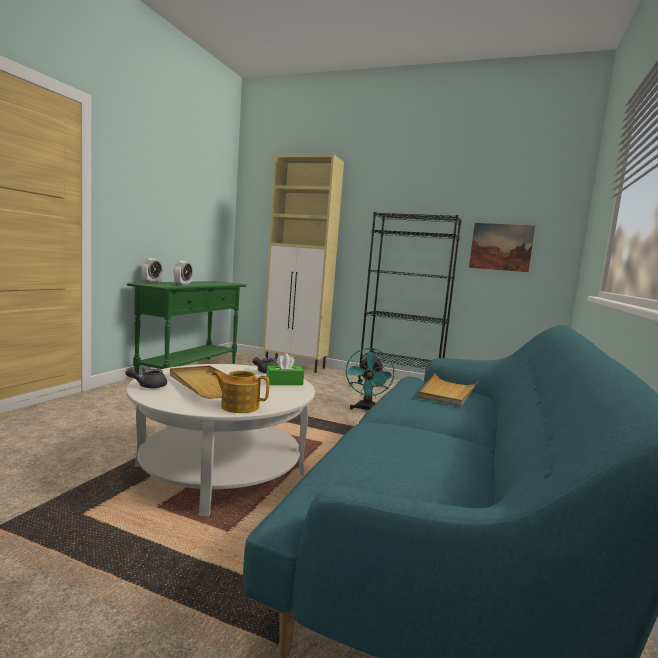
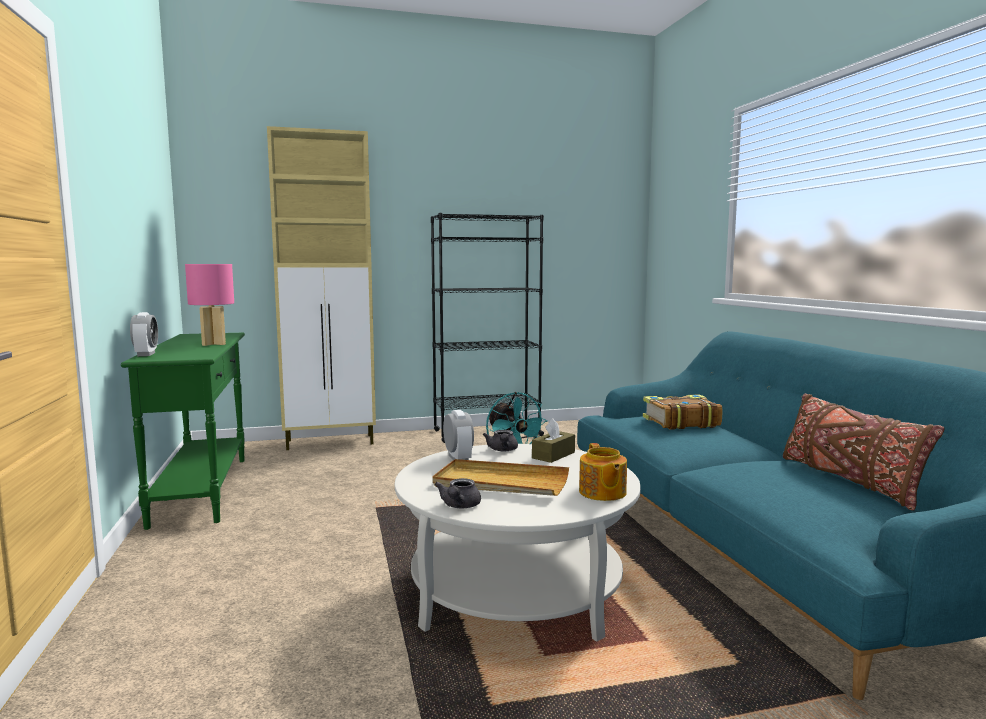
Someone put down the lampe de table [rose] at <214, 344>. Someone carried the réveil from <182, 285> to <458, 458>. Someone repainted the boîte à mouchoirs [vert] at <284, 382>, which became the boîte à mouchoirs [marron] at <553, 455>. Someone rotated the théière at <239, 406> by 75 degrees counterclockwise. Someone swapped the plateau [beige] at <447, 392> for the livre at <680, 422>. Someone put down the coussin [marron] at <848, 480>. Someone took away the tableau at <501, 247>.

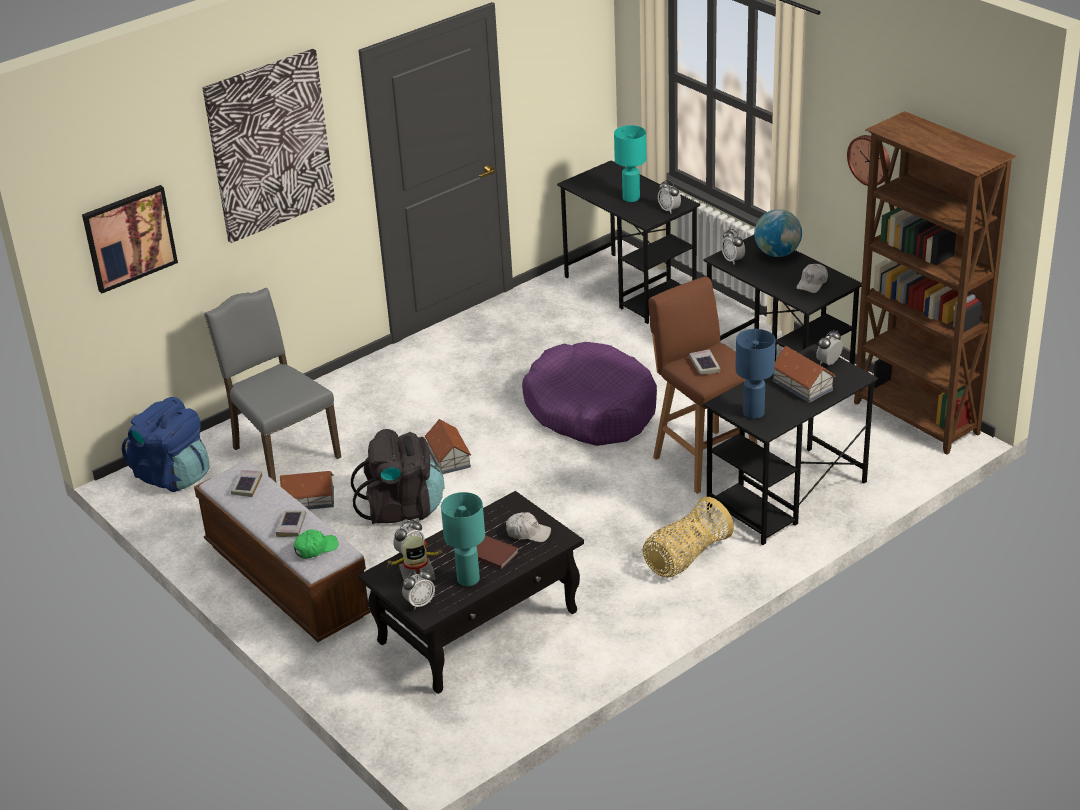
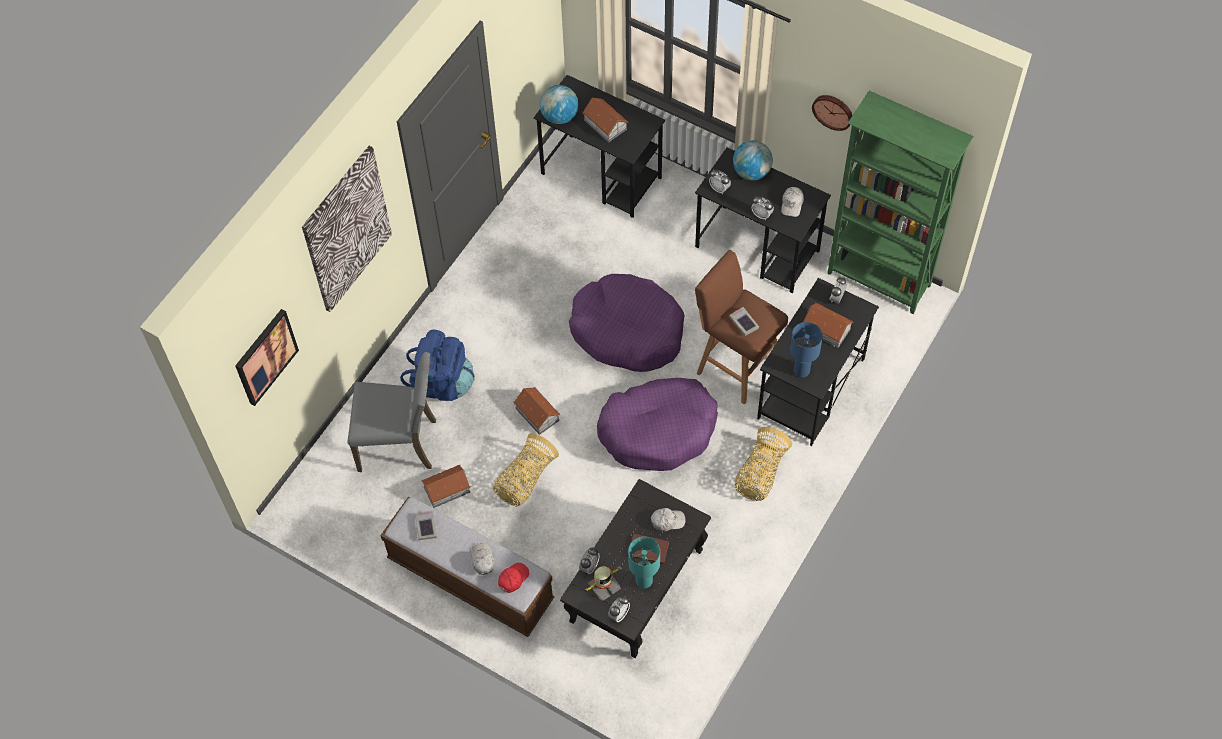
Someone rotated the chaise [gris] at <282, 452> by 150 degrees clockwise. Someone carried the sac à dos [bleu] from <173, 475> to <442, 383>. Someone swapped the livre at <291, 526> for the casquette [blanc] at <483, 560>. Someone swapped the sac à dos [noir] at <402, 508> for the panier at <525, 479>. Someone repainted the casquette [vert] at <315, 548>, which became the casquette [rouge] at <513, 579>. Someone put down the globe at <559, 116>. Someone swapped the lampe de table [turquoise] at <631, 198> for the maison miniature at <605, 124>. Someone put down the panier pour chien [violet] at <658, 430>. Someone carried the réveil from <669, 210> to <761, 215>. Someone repainted the bibliothèque [marron] at <916, 419>, which became the bibliothèque [vert] at <879, 280>.

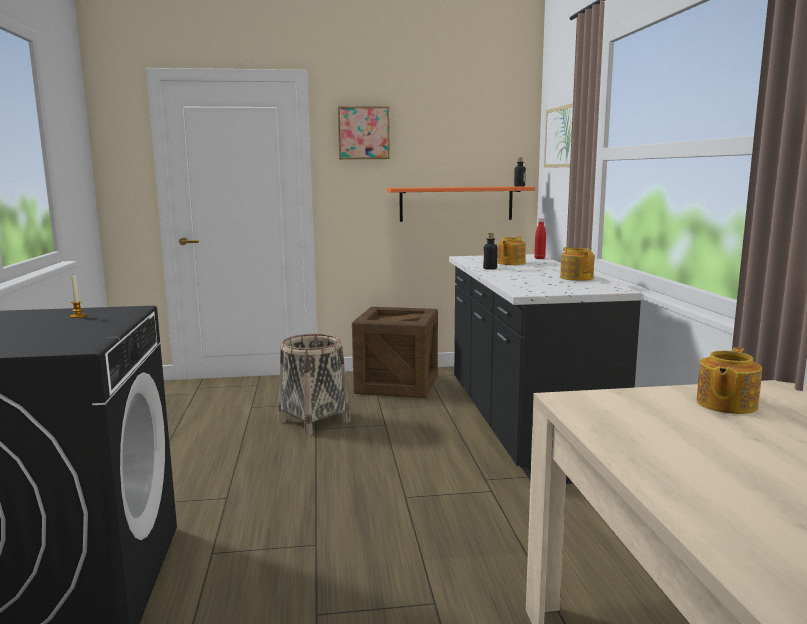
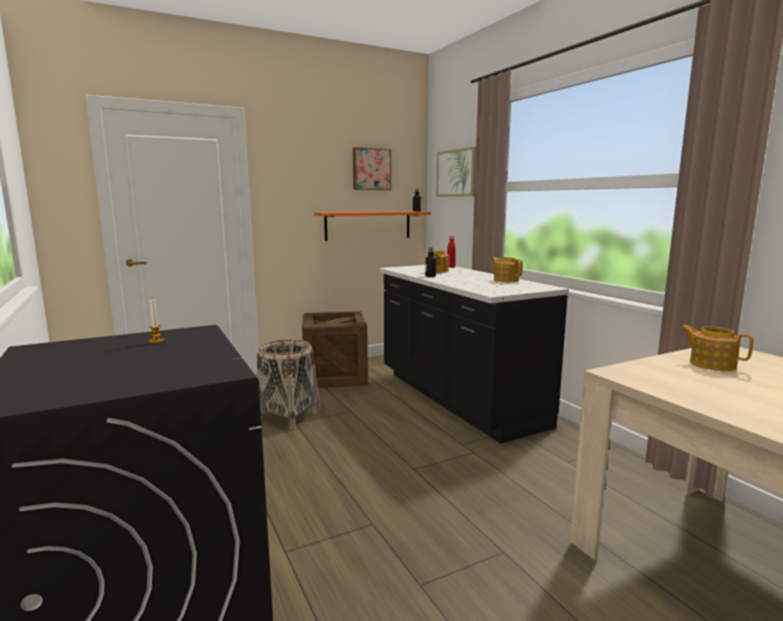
Someone carried the tableau from <363, 133> to <371, 169>. Someone rotated the théière at <725, 404> by 120 degrees clockwise.

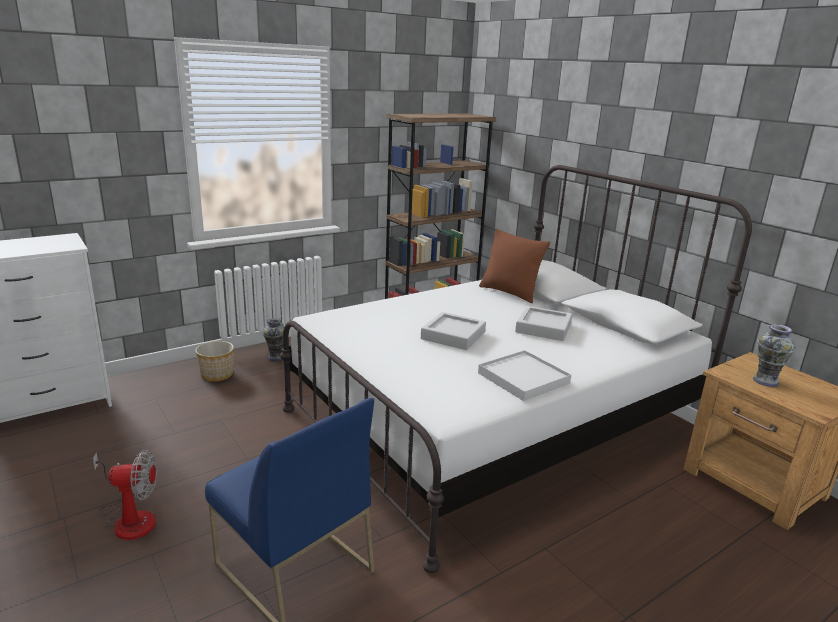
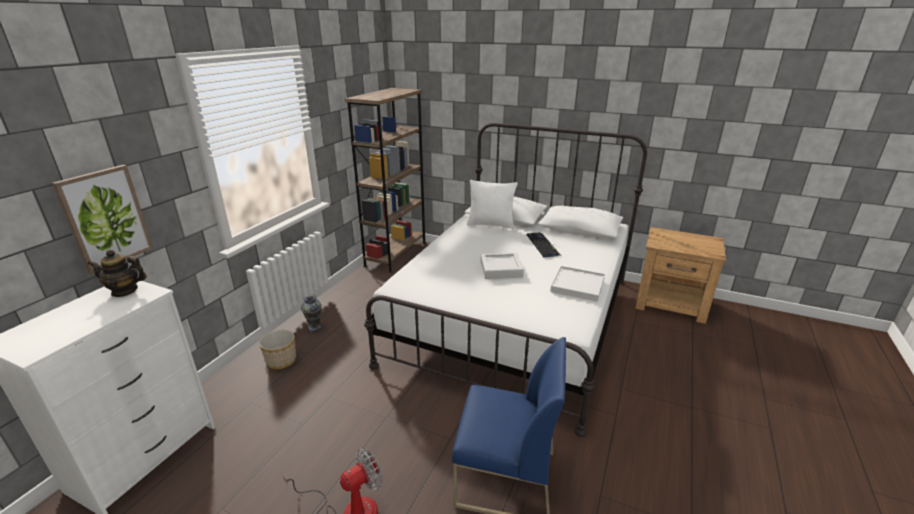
Someone put up the tableau at <105, 218>. Someone put down the théière at <124, 291>. Someone repainted the coussin [marron] at <509, 293>, which became the coussin [blanc] at <490, 224>. Someone swapped the plateau [gris] at <543, 328> for the clavier at <542, 245>. Someone took away the vase at <765, 381>.

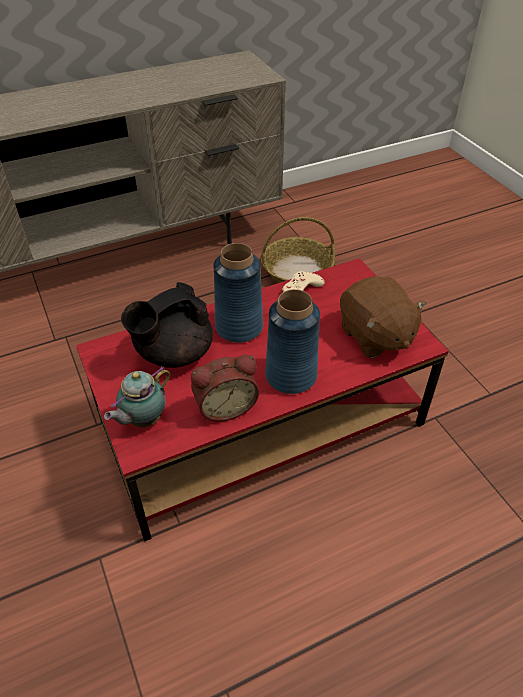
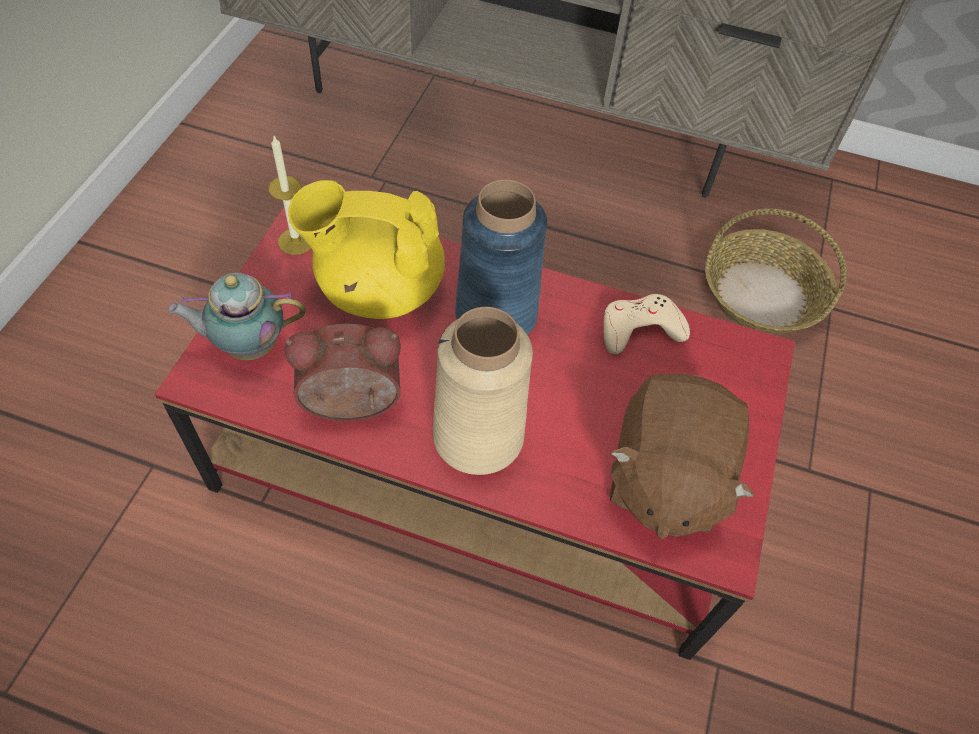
Someone put down the bougie at <296, 241>. Someone rotated the réveil at <225, 406> by 150 degrees clockwise. Someone repainted the théière [noir] at <173, 353>, which became the théière [jaune] at <378, 287>. Someone repainted the vase [bleu] at <291, 375>, which became the vase [beige] at <478, 437>.

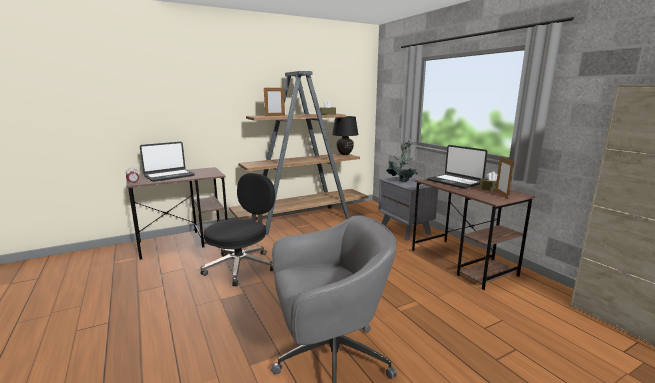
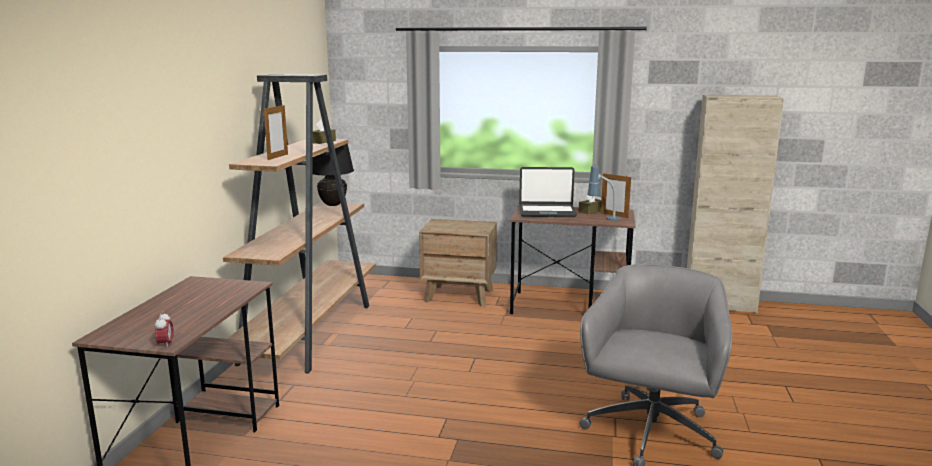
Someone repainted the table de chevet [gris] at <405, 230>, which became the table de chevet [marron] at <459, 295>. Someone put down the lampe de table at <603, 218>. Someone took away the ordinateur portable at <169, 176>. Someone took away the chaise de bureau [noir] at <241, 266>. Someone took away the plante en pot at <402, 181>.

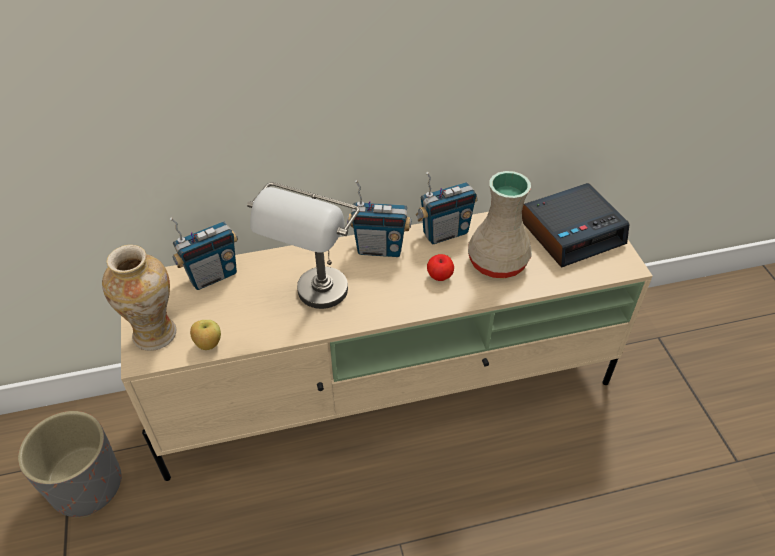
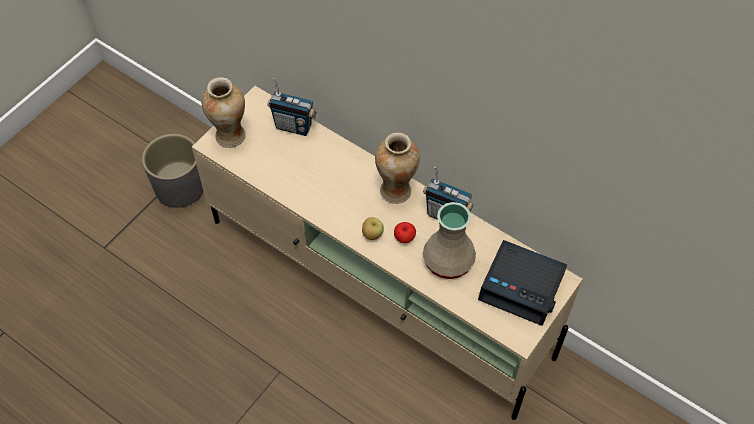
Someone carried the pomme from <208, 344> to <372, 235>. Someone swapped the radio at <379, 249> for the vase at <396, 190>. Someone took away the lampe de table [gris] at <316, 302>.

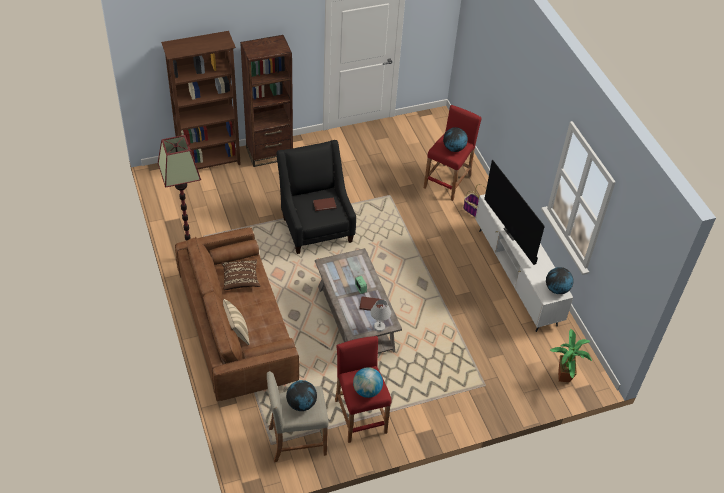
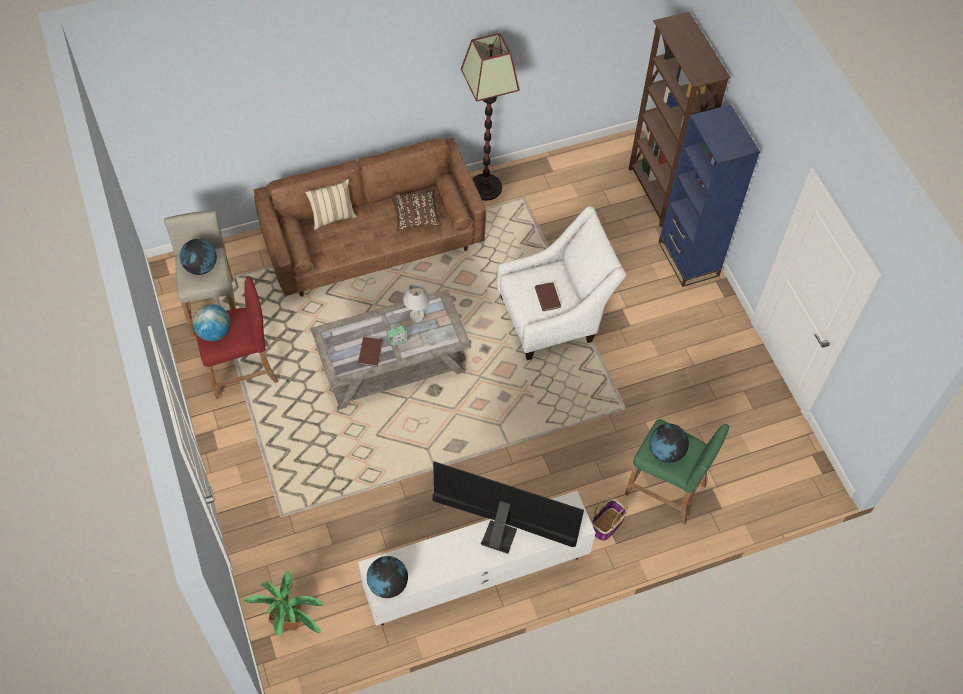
Someone carried the lampe de table [blanc] from <379, 327> to <417, 316>. Someone rotated the téléviseur at <513, 232> by 45 degrees clockwise. Someone repainted the fauteuil [noir] at <316, 226>, which became the fauteuil [blanc] at <553, 317>. Someone repainted the tabouret [rouge] at <448, 182>, which became the tabouret [vert] at <665, 489>. Someone repainted the bibliothèque [marron] at <269, 153>, which became the bibliothèque [bleu] at <688, 259>.

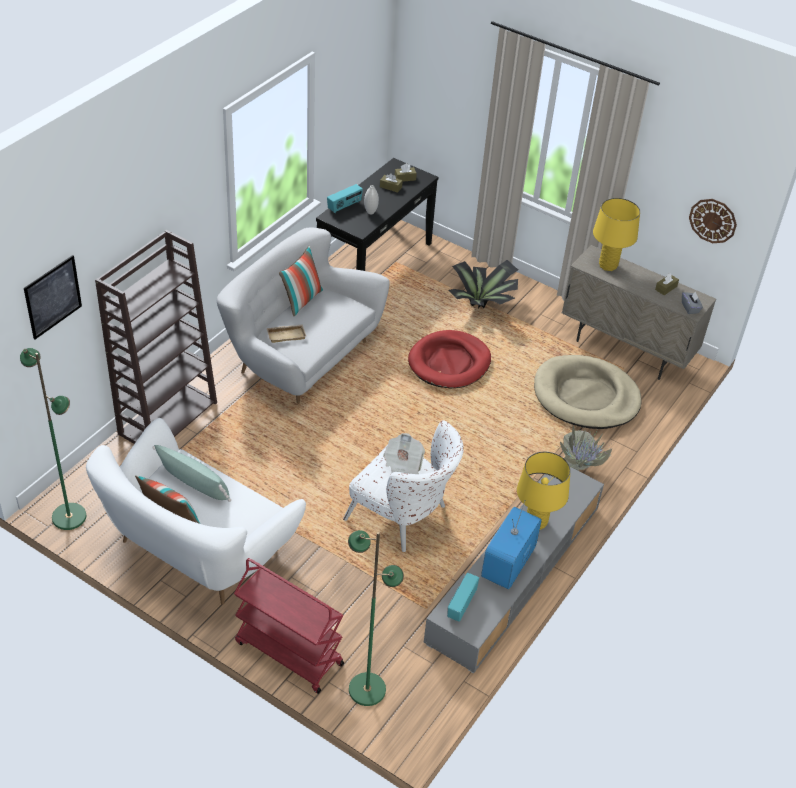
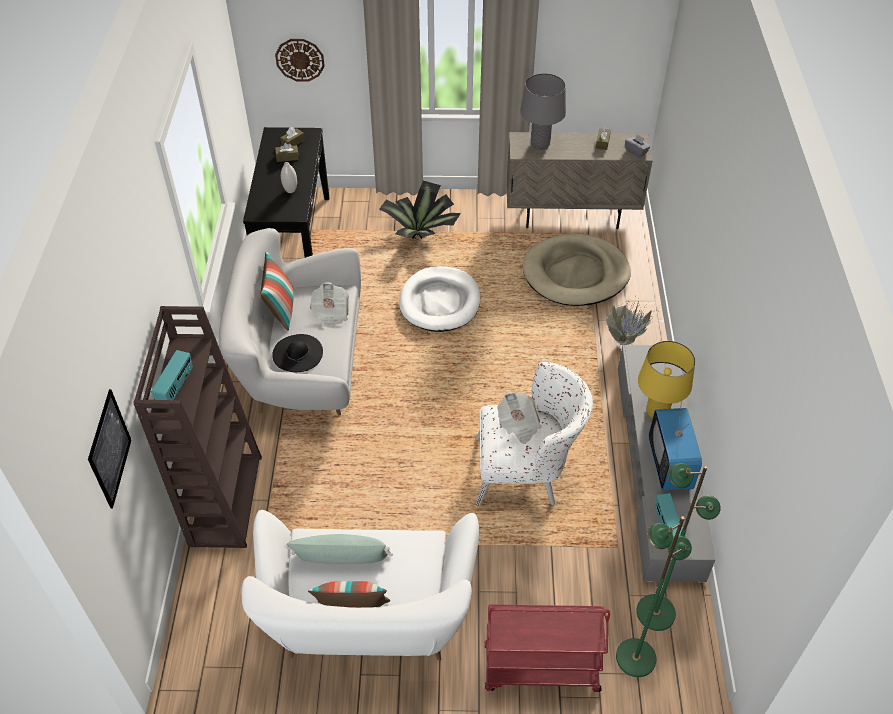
Someone carried the radio from <344, 206> to <176, 387>. Someone swapped the plateau [beige] at <286, 335> for the chapeau [noir] at <297, 353>. Someone carried the horloge murale from <713, 220> to <300, 59>. Someone put down the journal at <330, 314>. Someone repainted the panier pour chien [rouge] at <449, 362>, which became the panier pour chien [blanc] at <440, 302>. Someone repainted the lampe de table [jaune] at <608, 266>, which became the lampe de table [gris] at <540, 144>. Someone carried the lampadaire [vert] from <69, 516> to <655, 612>.

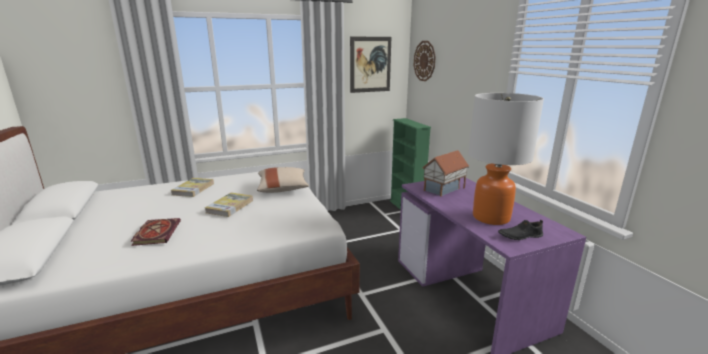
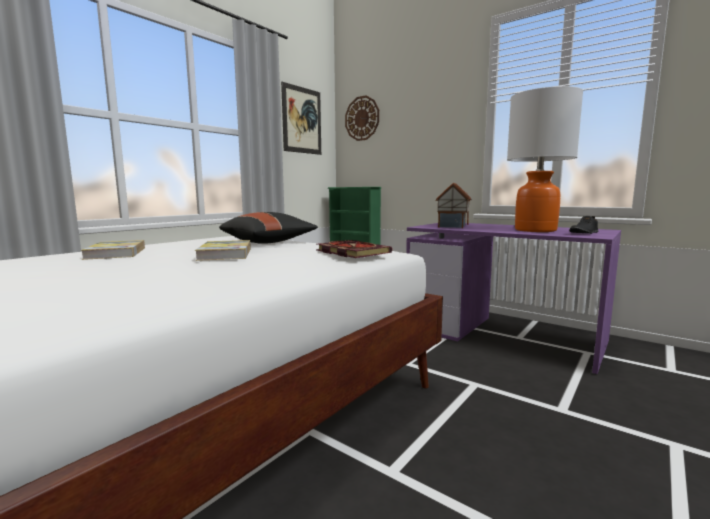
Someone repainted the coussin [beige] at <283, 188>, which became the coussin [noir] at <269, 242>. Someone carried the livre from <156, 233> to <350, 252>.

